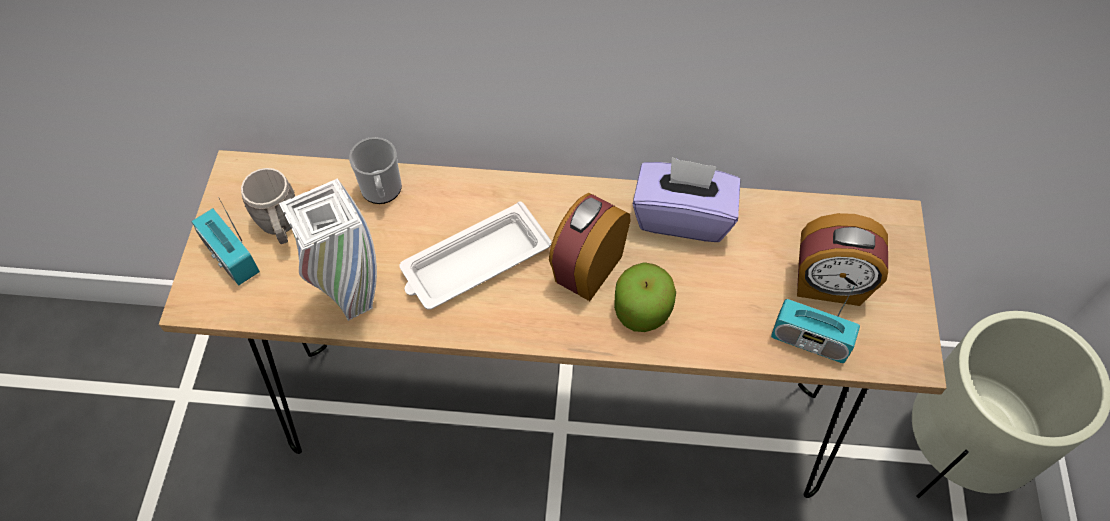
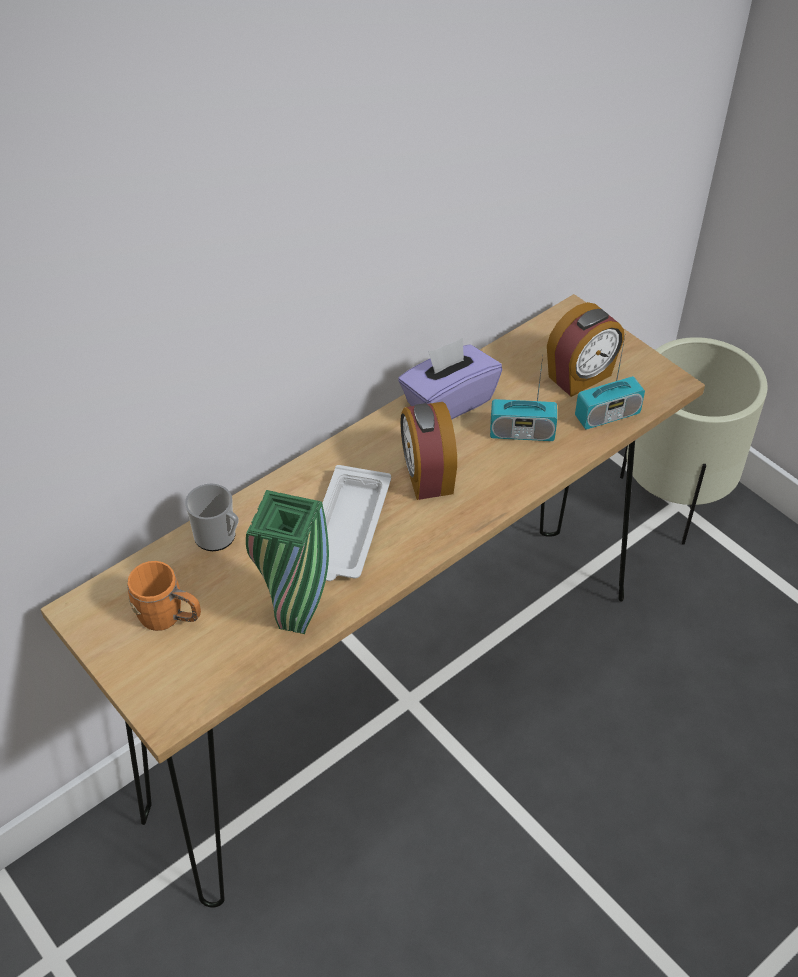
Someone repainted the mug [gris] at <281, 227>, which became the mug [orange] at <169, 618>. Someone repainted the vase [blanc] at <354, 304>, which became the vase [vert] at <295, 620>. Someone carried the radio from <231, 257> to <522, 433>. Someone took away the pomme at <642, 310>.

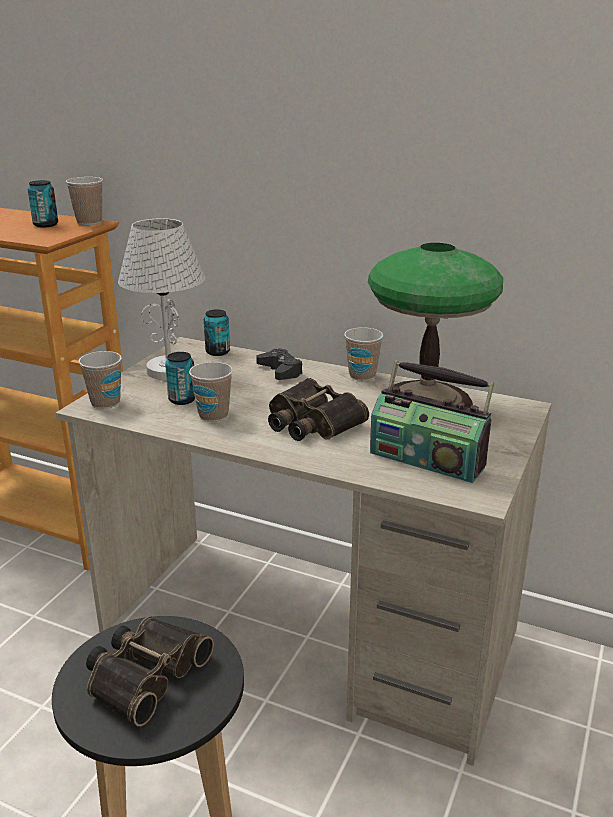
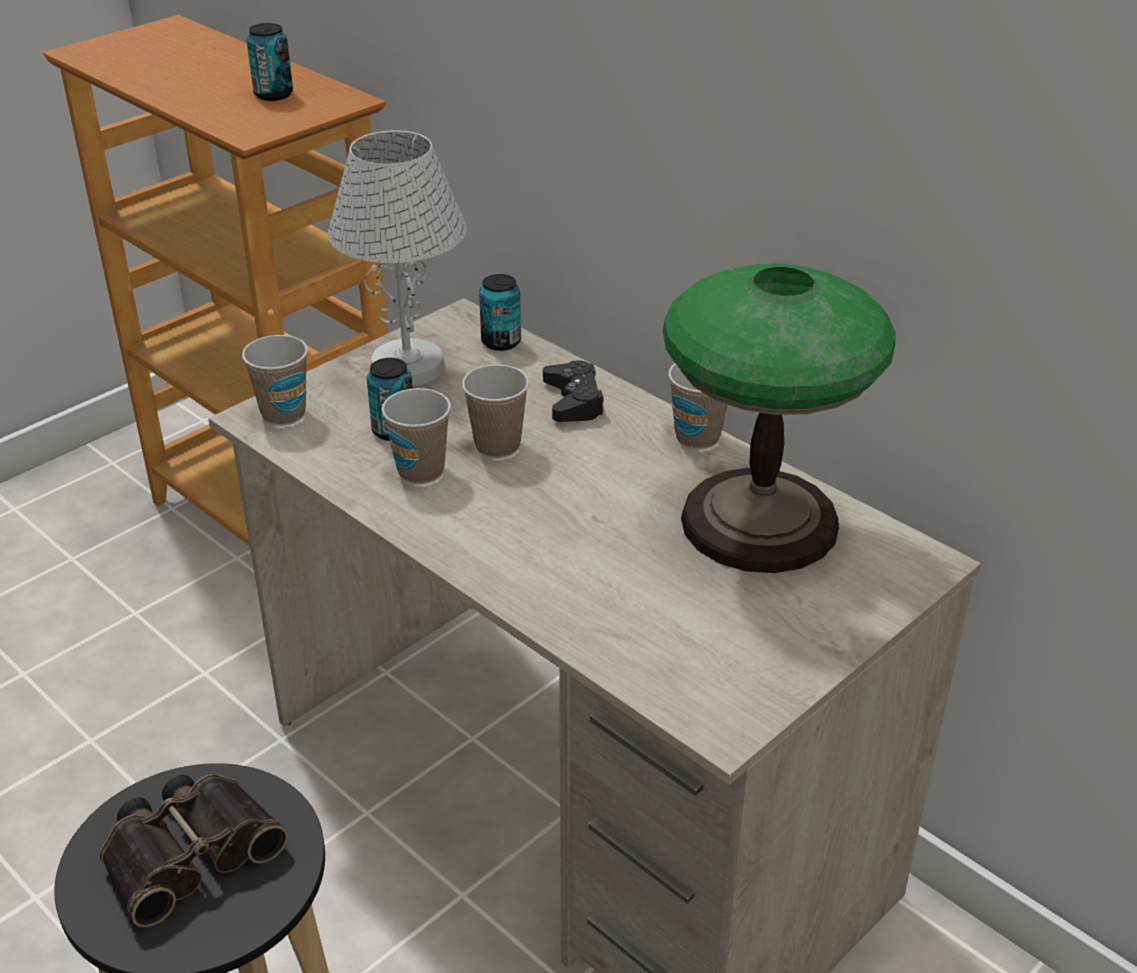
Someone carried the tasse from <89, 222> to <497, 445>. Someone took away the jumelles at <311, 422>. Someone took away the radio at <427, 459>.

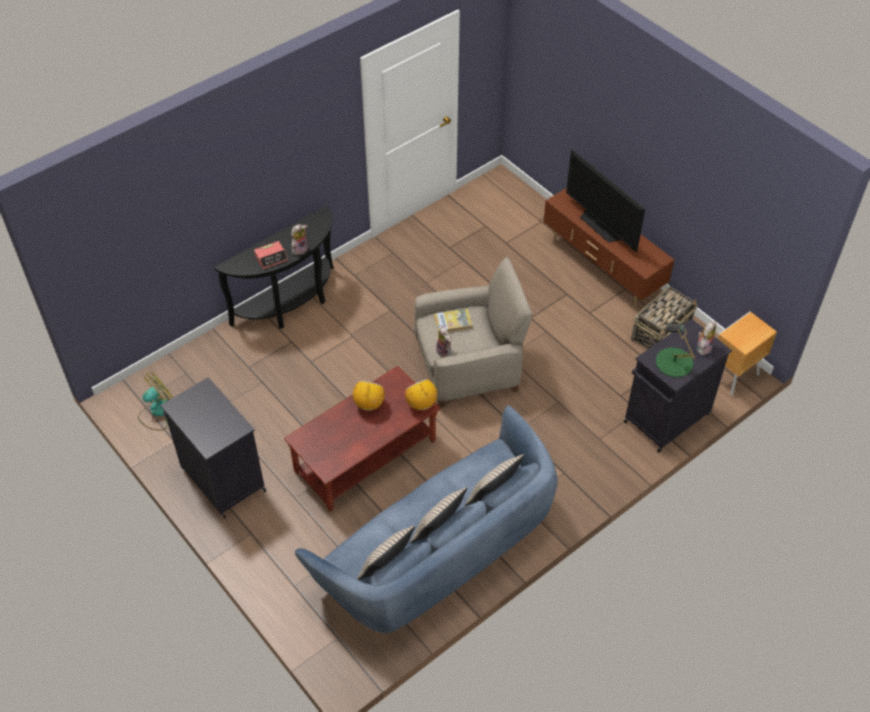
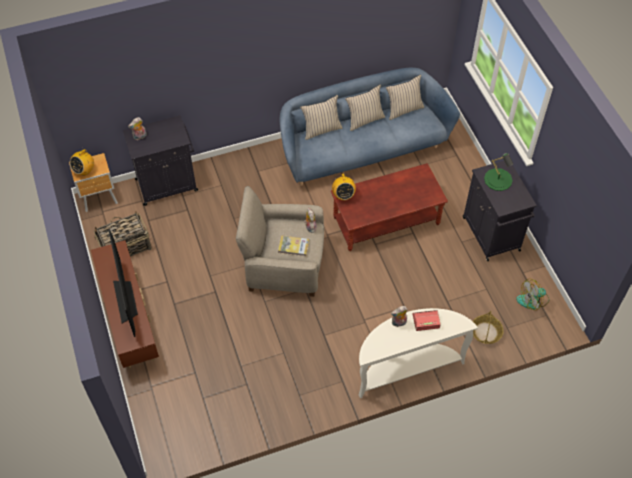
Someone carried the radio from <369, 405> to <84, 170>. Someone repainted the table console [noir] at <291, 304>, which became the table console [blanc] at <406, 367>. Someone put down the panier at <485, 332>. Someone carried the lampe de table [vert] from <674, 362> to <498, 179>.

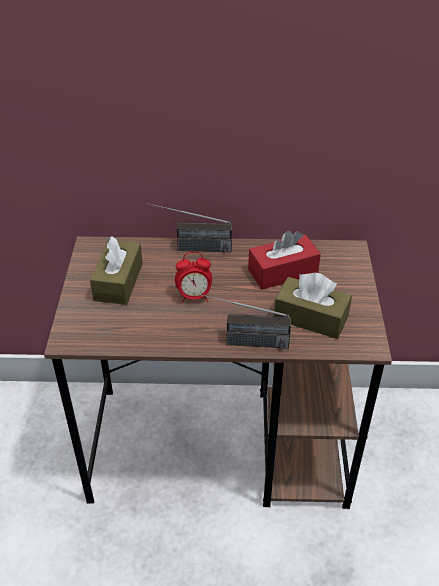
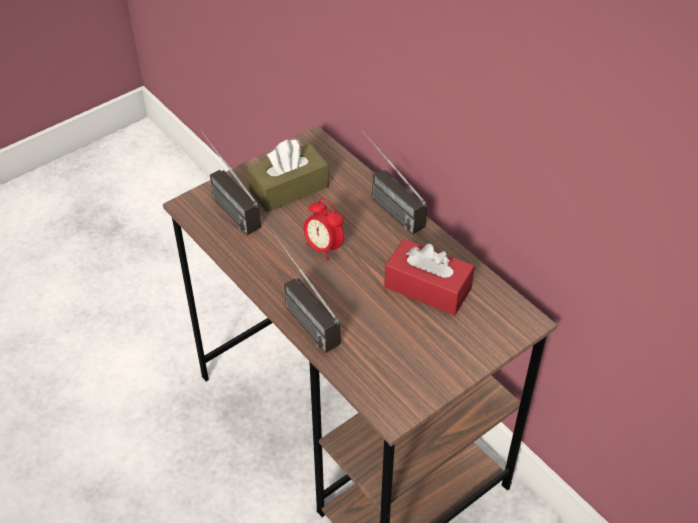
Someone put down the radio at <225, 204>. Someone took away the boîte à mouchoirs [marron] at <311, 318>.

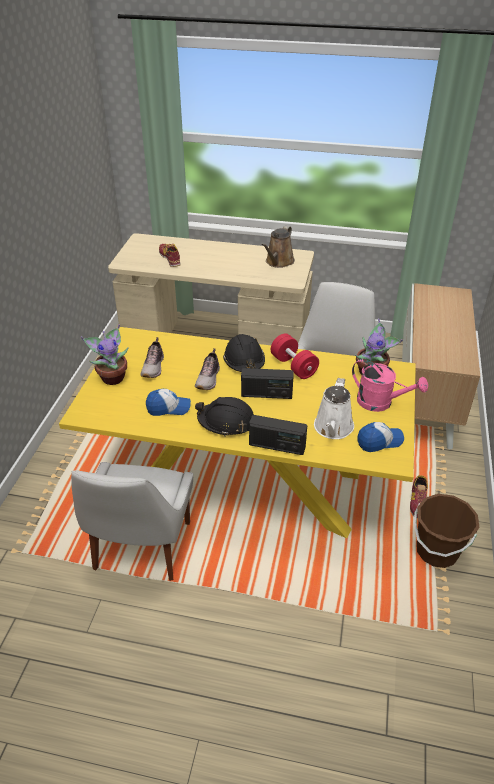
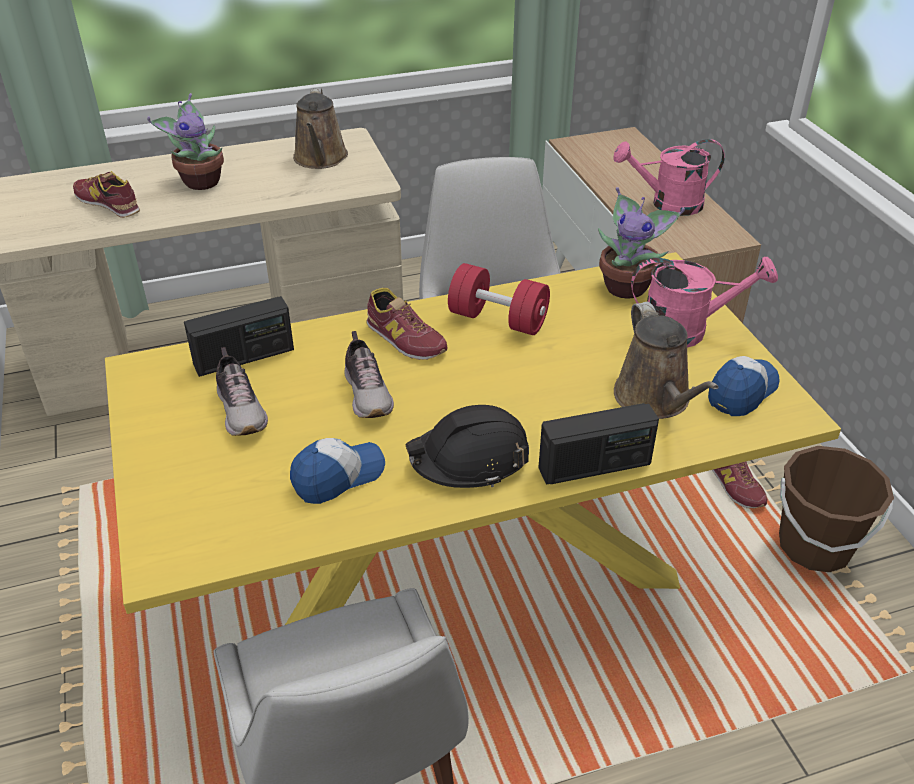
Someone carried the plante en pot from <112, 377> to <200, 181>. Someone carried the radio from <266, 394> to <244, 357>. Someone swapped the casque de chantier [noir] at <244, 360> for the chaussure at <405, 339>. Someone put down the arrosoir [rose] at <667, 204>. Someone repainted the arrosoir [blanc] at <333, 428>, which became the arrosoir [marron] at <655, 399>.

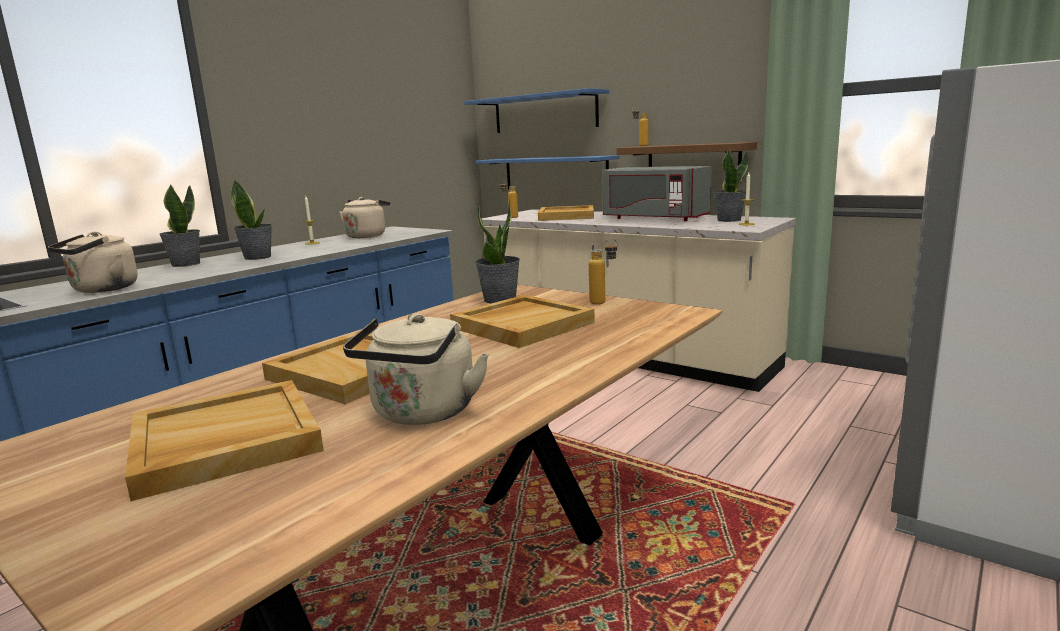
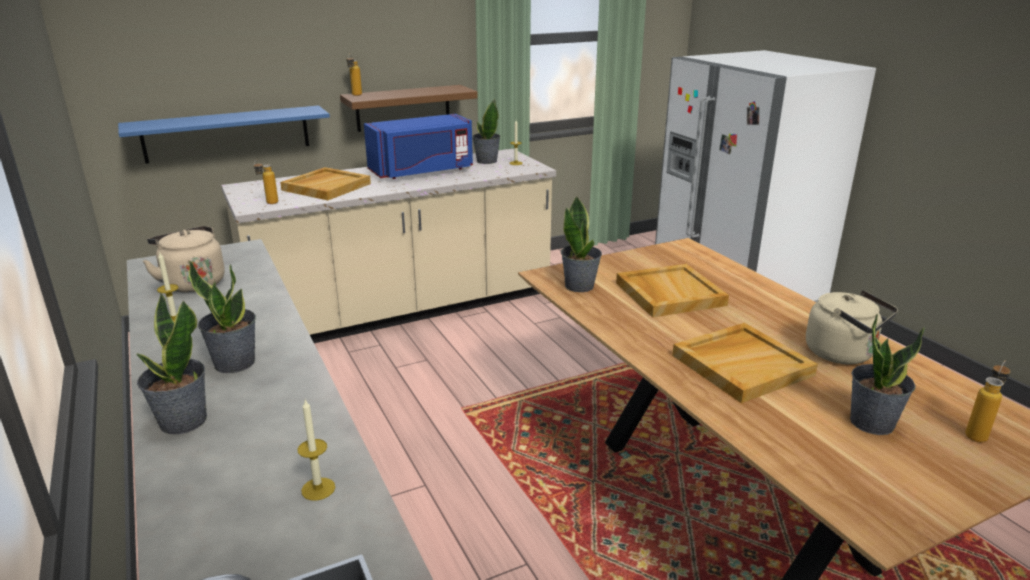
Someone swapped the bouilloire [beige] at <102, 289> for the bougie at <318, 489>. Someone repainted the micro-ondes [gris] at <653, 218>, which became the micro-ondes [bleu] at <422, 171>. Someone swapped the plateau [beige] at <224, 442> for the plante en pot at <871, 422>. Someone carried the bouteille from <604, 303> to <978, 433>. Someone took away the étagère [bleu] at <544, 113>.

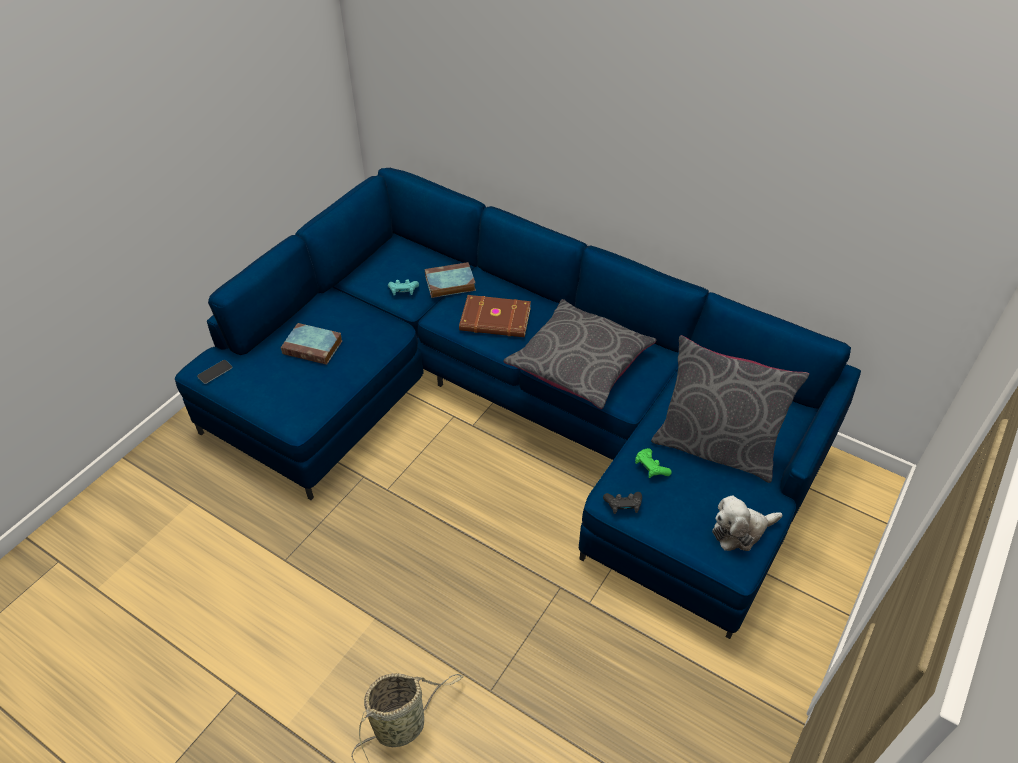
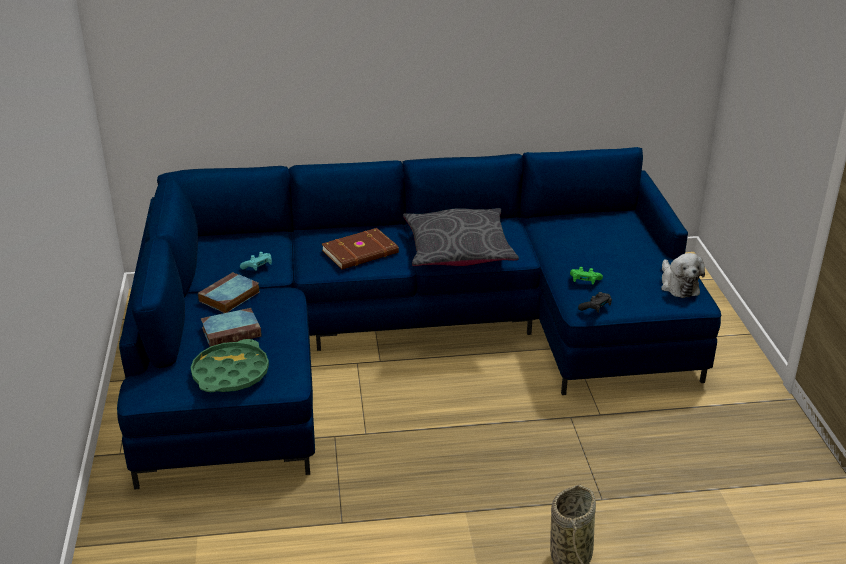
Someone put down the plateau [vert] at <230, 373>. Someone carried the livre from <449, 283> to <229, 297>. Someone rotated the peluche at <740, 531> by 45 degrees counterclockwise. Someone took away the téléphone at <215, 372>. Someone took away the coussin [gris] at <715, 447>.

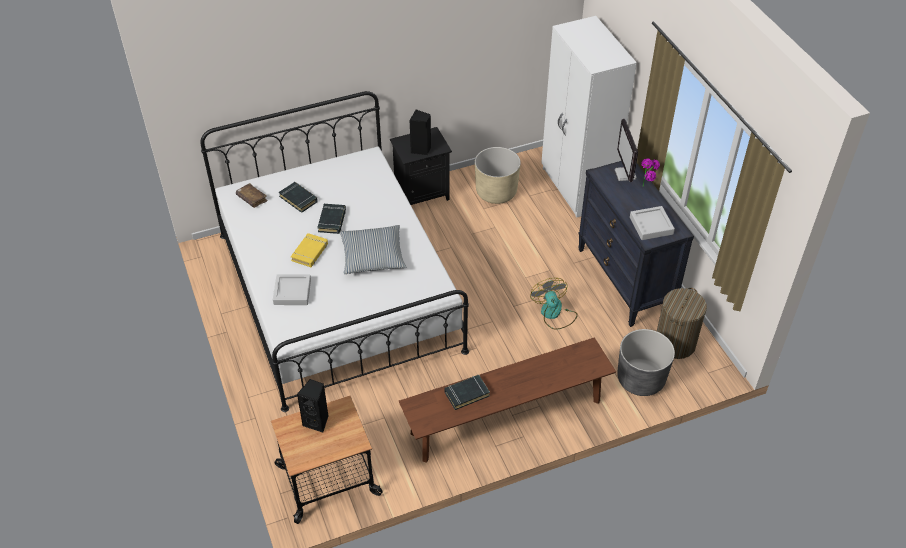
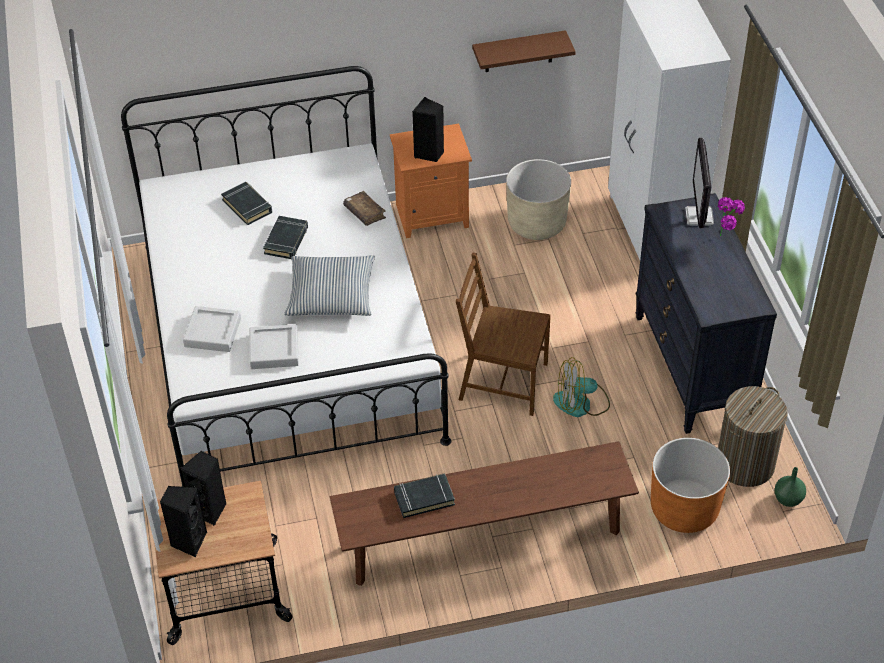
Someone put down the enceinte [noir] at <188, 541>. Someone carried the plateau [gris] from <651, 226> to <274, 350>. Someone carried the livre [marron] from <252, 199> to <364, 213>. Someone repainted the table de chevet [noir] at <422, 193>, which became the table de chevet [orange] at <433, 215>. Someone put down the chaise [marron] at <502, 382>. Someone put up the étagère [marron] at <518, 51>. Someone rotated the ventilateur at <554, 314> by 90 degrees counterclockwise. Someone repainted the cache-pot [gris] at <640, 379>, which became the cache-pot [orange] at <684, 508>. Someone put down the vase [vert] at <788, 500>. Someone took away the livre [jaune] at <310, 252>.

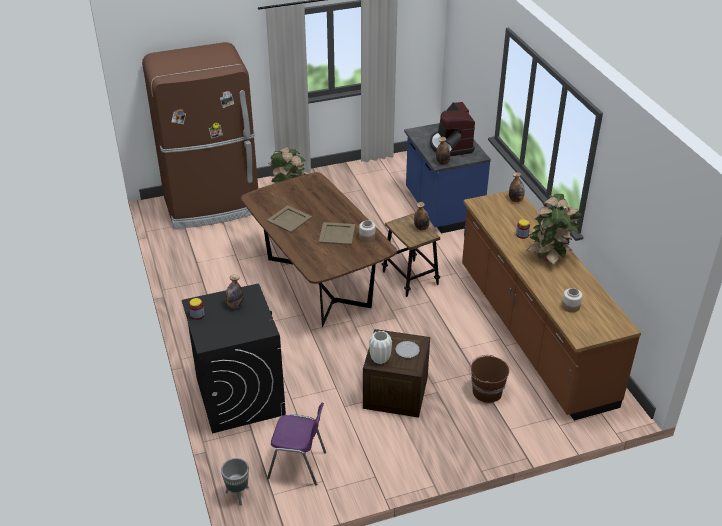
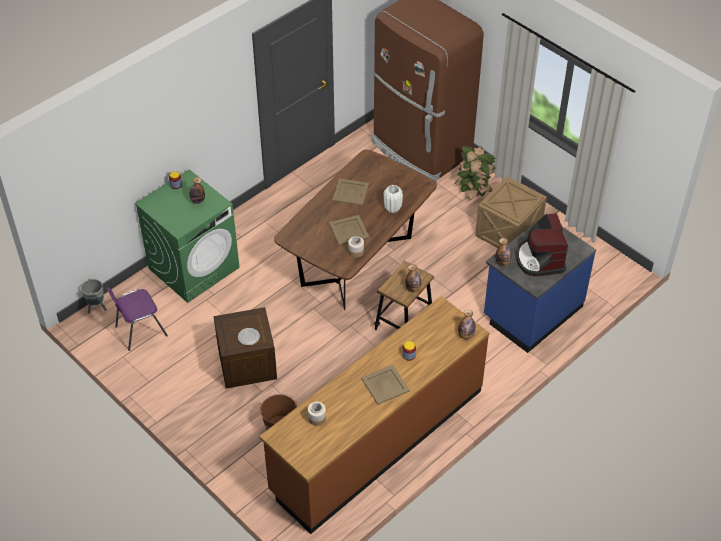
Someone rotated the chaise [violet] at <298, 465> by 75 degrees clockwise. Someone repainted the lave-linge [noir] at <239, 396>, which became the lave-linge [vert] at <194, 267>. Someone swapped the plante en pot at <549, 257> for the plateau [beige] at <385, 385>. Someone carried the vase [blanc] from <380, 359> to <392, 209>. Someone put down the caisse at <508, 232>. Someone rotated the machine à café at <451, 145> by 60 degrees counterclockwise.

